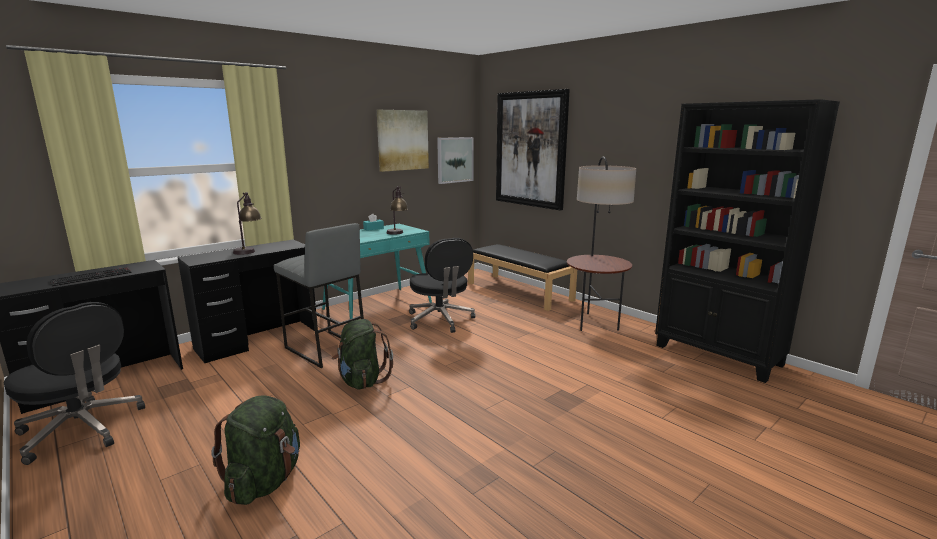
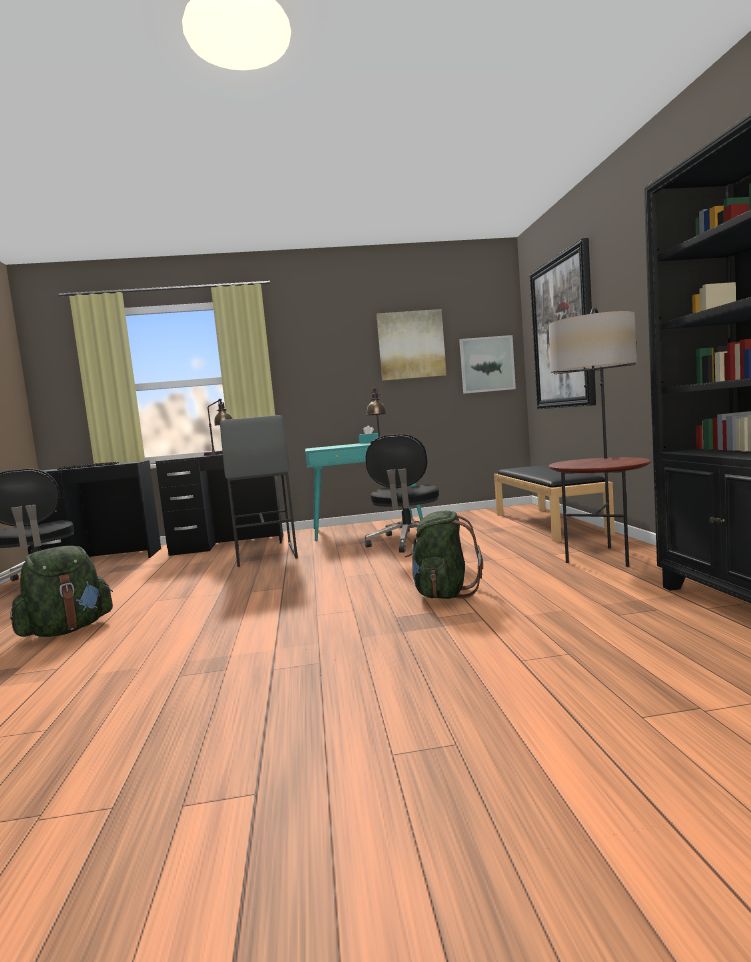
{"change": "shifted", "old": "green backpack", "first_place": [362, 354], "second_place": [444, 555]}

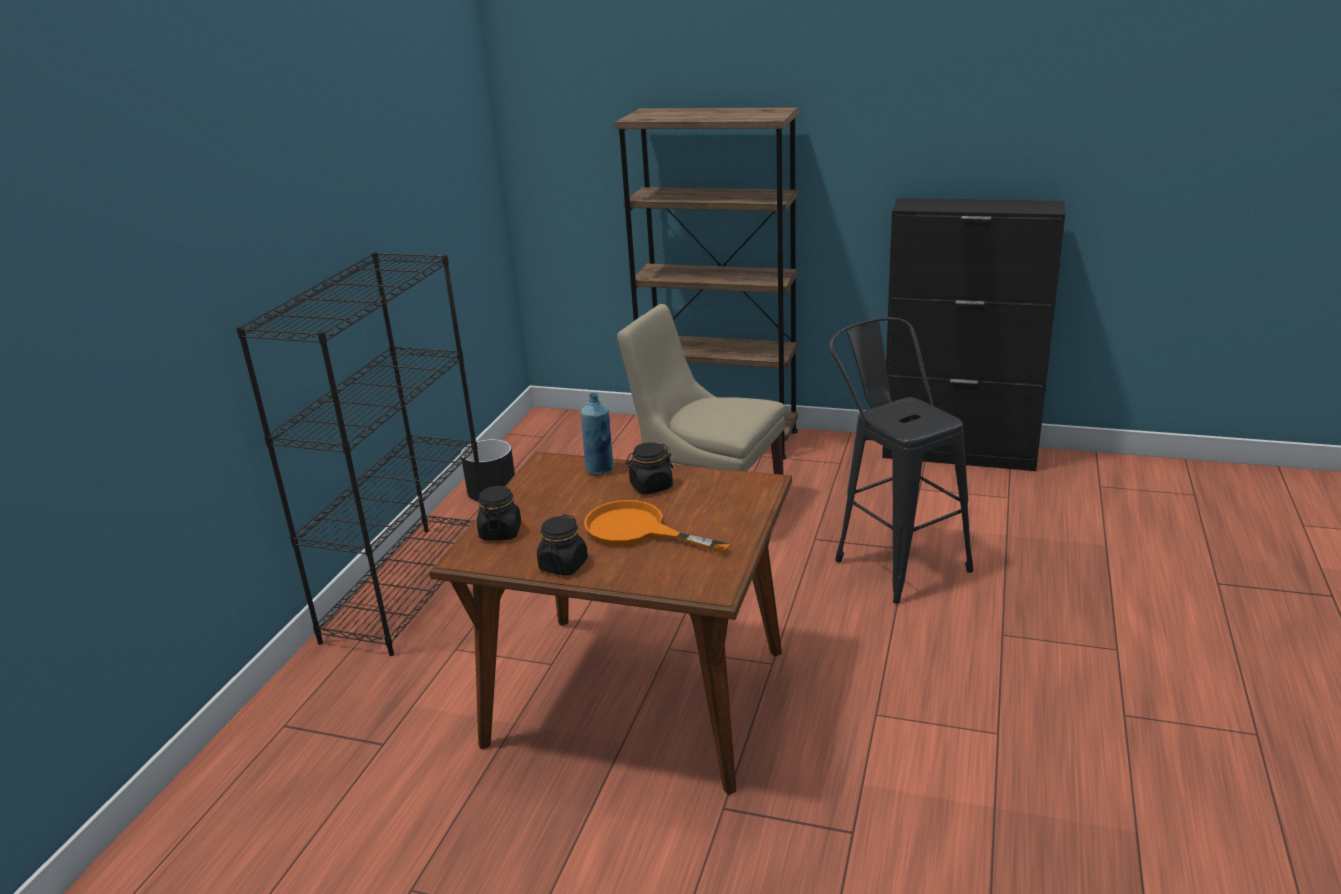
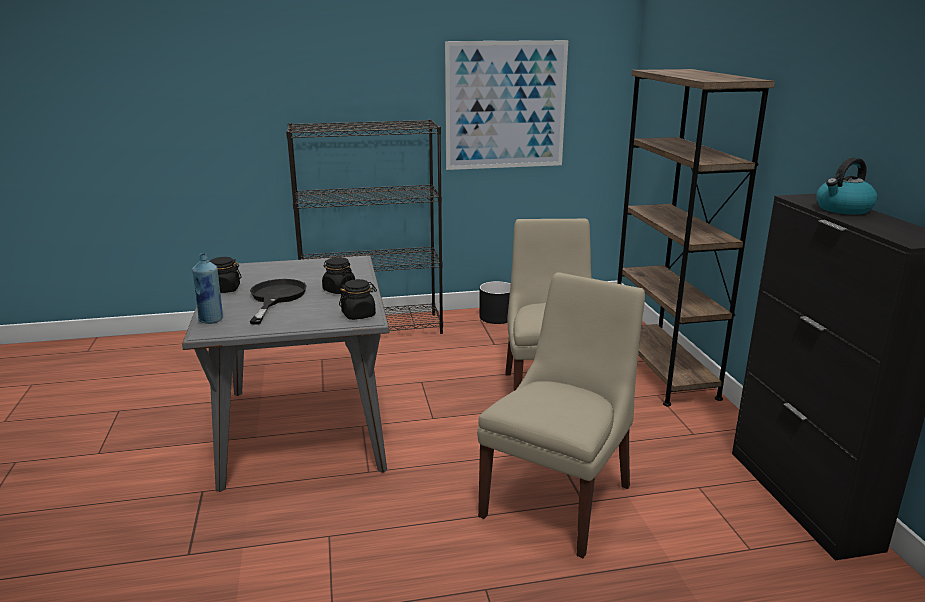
{"change": "repainted", "old": "brown dining table", "new": "grey dining table", "first_place": [610, 623], "second_place": [285, 373]}
{"change": "shifted", "old": "black jar", "first_place": [499, 513], "second_place": [358, 299]}
{"change": "shifted", "old": "blue bottle", "first_place": [597, 434], "second_place": [207, 288]}
{"change": "repainted", "old": "orange frying pan", "new": "black frying pan", "first_place": [657, 527], "second_place": [278, 302]}
{"change": "swapped", "old": "black stool", "new": "beige chair", "first_place": [901, 460], "second_place": [561, 415]}
{"change": "new", "new": "picture", "second_place": [506, 105]}
{"change": "new", "new": "kettle", "second_place": [846, 186]}

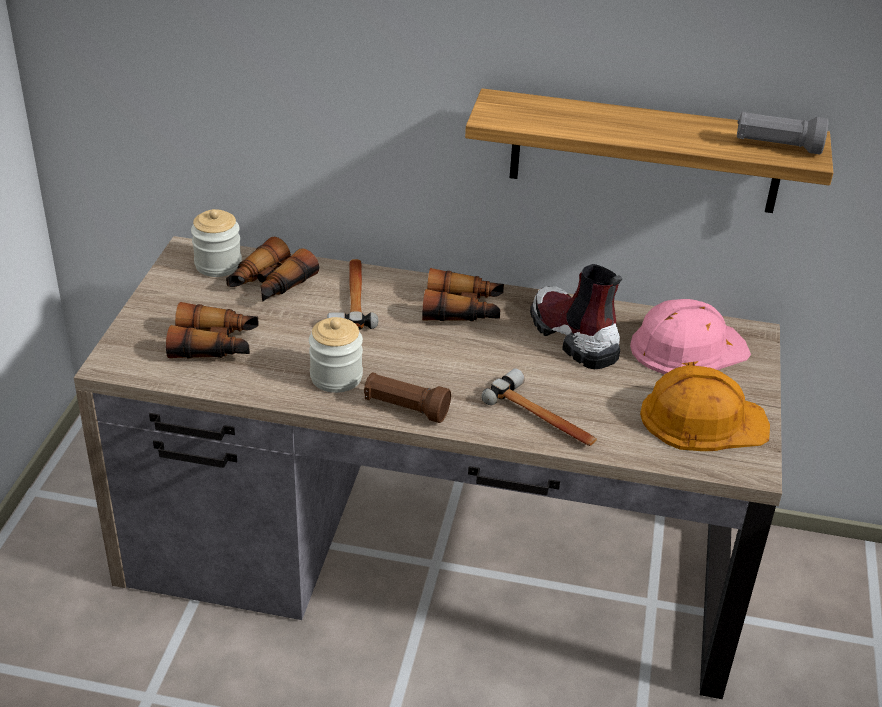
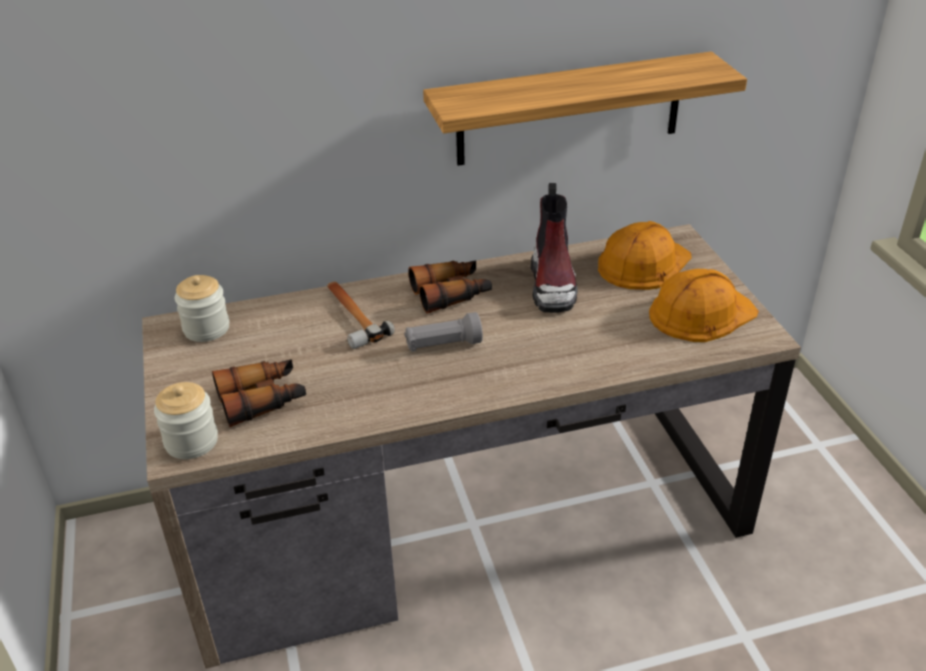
{"change": "gone", "old": "binoculars", "first_place": [272, 269]}
{"change": "shifted", "old": "jar", "first_place": [336, 355], "second_place": [186, 420]}
{"change": "gone", "old": "brown flashlight", "first_place": [407, 398]}
{"change": "gone", "old": "hammer", "first_place": [539, 407]}
{"change": "rotated", "old": "boot", "first_place": [576, 316], "second_place": [554, 248], "degrees": -120}
{"change": "repainted", "old": "pink hard hat", "new": "orange hard hat", "first_place": [690, 337], "second_place": [645, 255]}
{"change": "shifted", "old": "grey flashlight", "first_place": [783, 133], "second_place": [443, 332]}

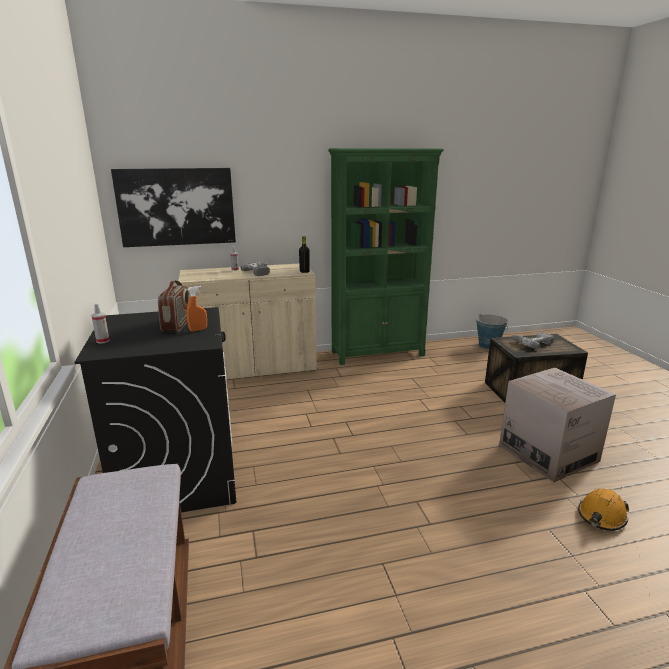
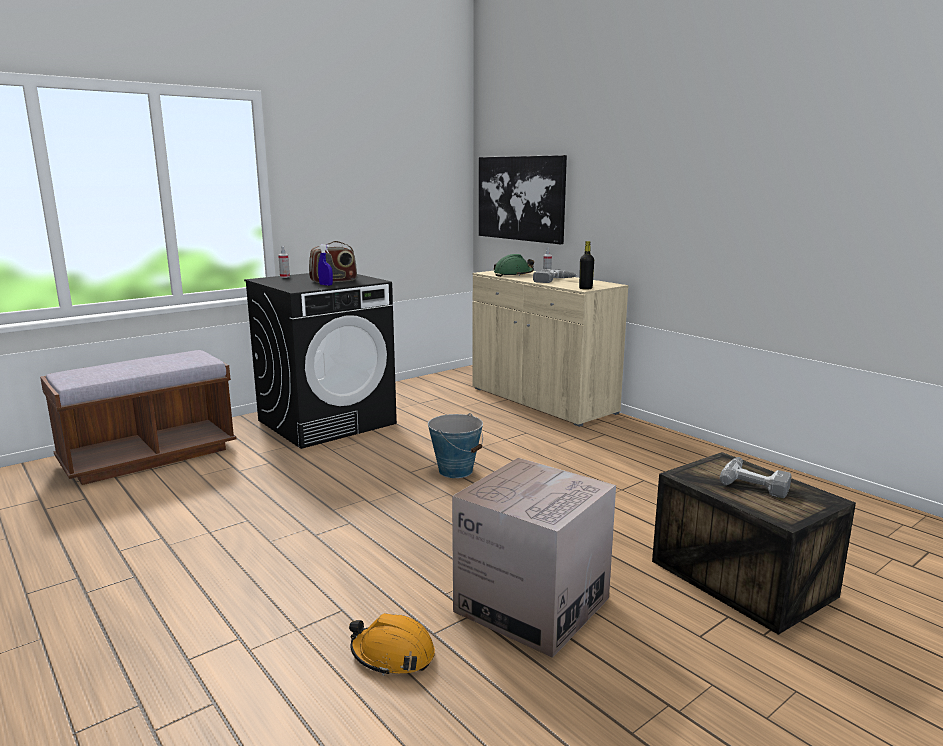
{"change": "repainted", "old": "orange spray bottle", "new": "blue spray bottle", "first_place": [196, 309], "second_place": [325, 265]}
{"change": "gone", "old": "green bookcase", "first_place": [386, 256]}
{"change": "shifted", "old": "bucket", "first_place": [492, 331], "second_place": [455, 445]}
{"change": "new", "new": "green hard hat", "second_place": [514, 265]}

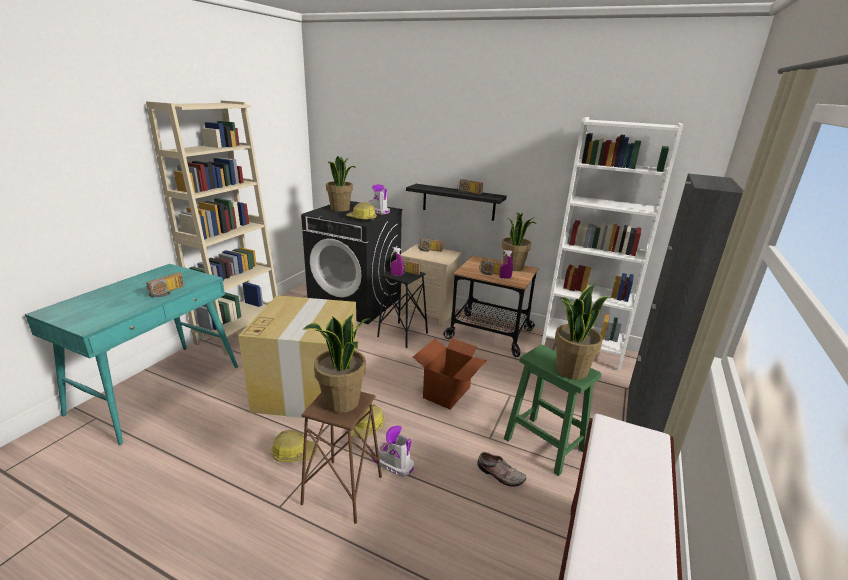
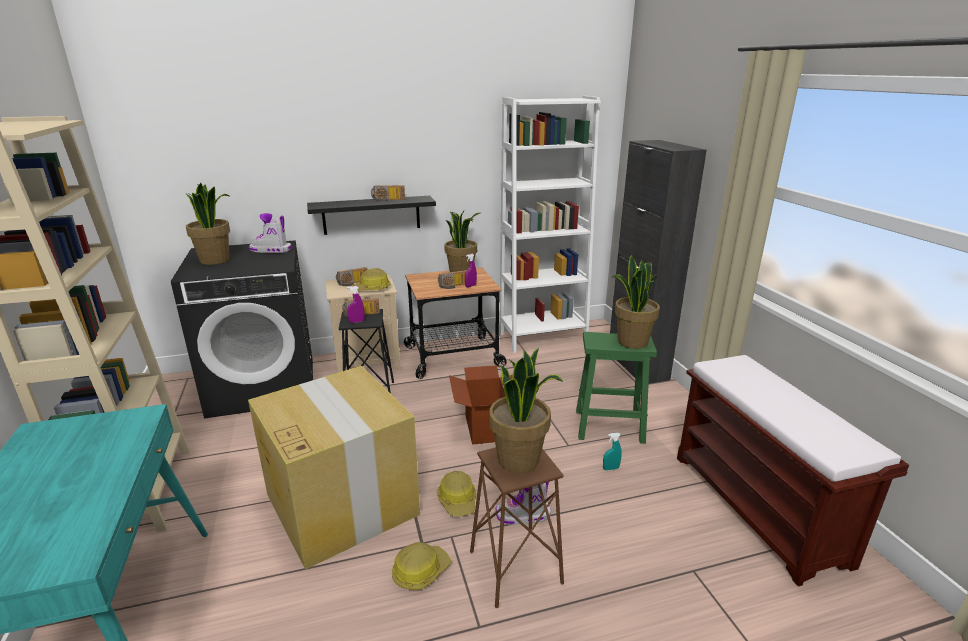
{"change": "gone", "old": "radio", "first_place": [165, 284]}
{"change": "shifted", "old": "hard hat", "first_place": [361, 211], "second_place": [371, 279]}
{"change": "swapped", "old": "shoe", "new": "turquoise spray bottle", "first_place": [501, 469], "second_place": [612, 452]}

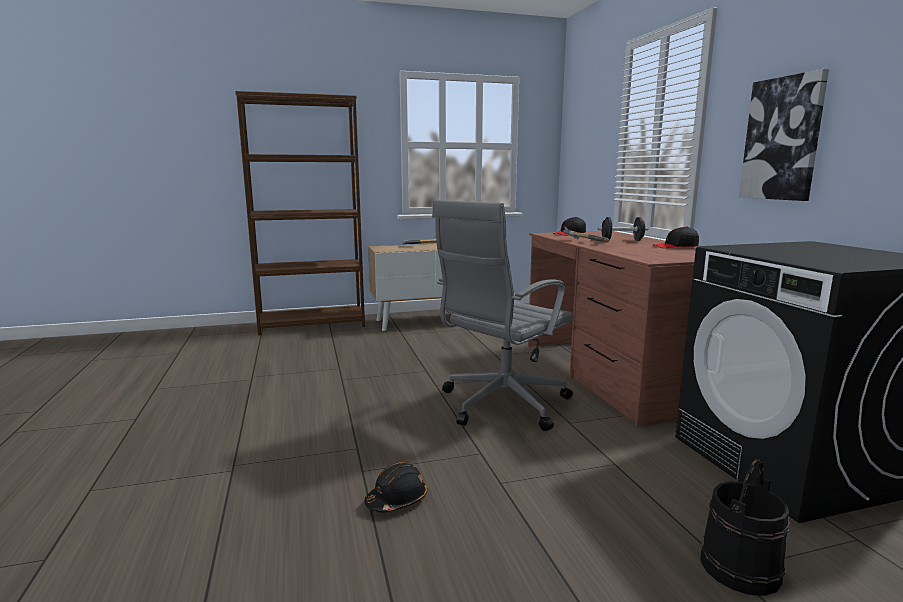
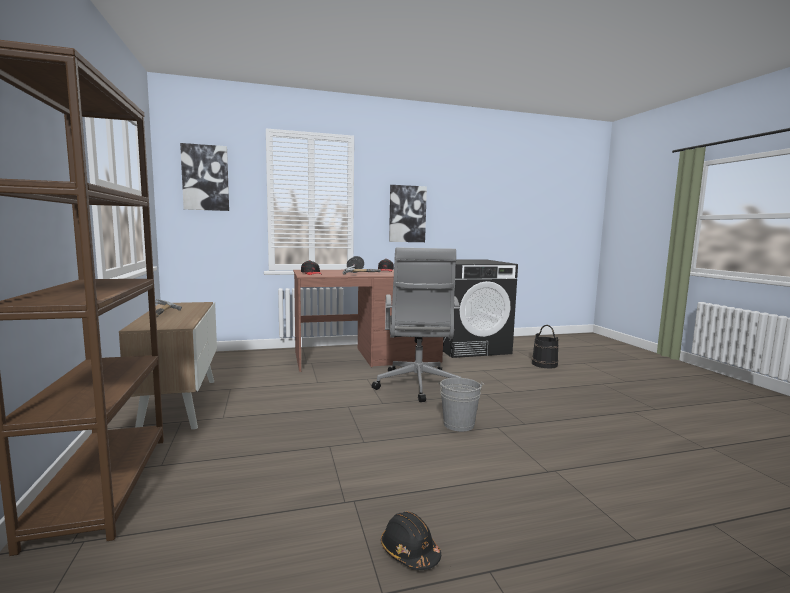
{"change": "shifted", "old": "black hard hat", "first_place": [396, 487], "second_place": [411, 540]}
{"change": "rotated", "old": "grey office chair", "first_place": [503, 315], "second_place": [416, 324], "degrees": 45}
{"change": "new", "new": "picture", "second_place": [204, 177]}
{"change": "new", "new": "grey bucket", "second_place": [461, 405]}

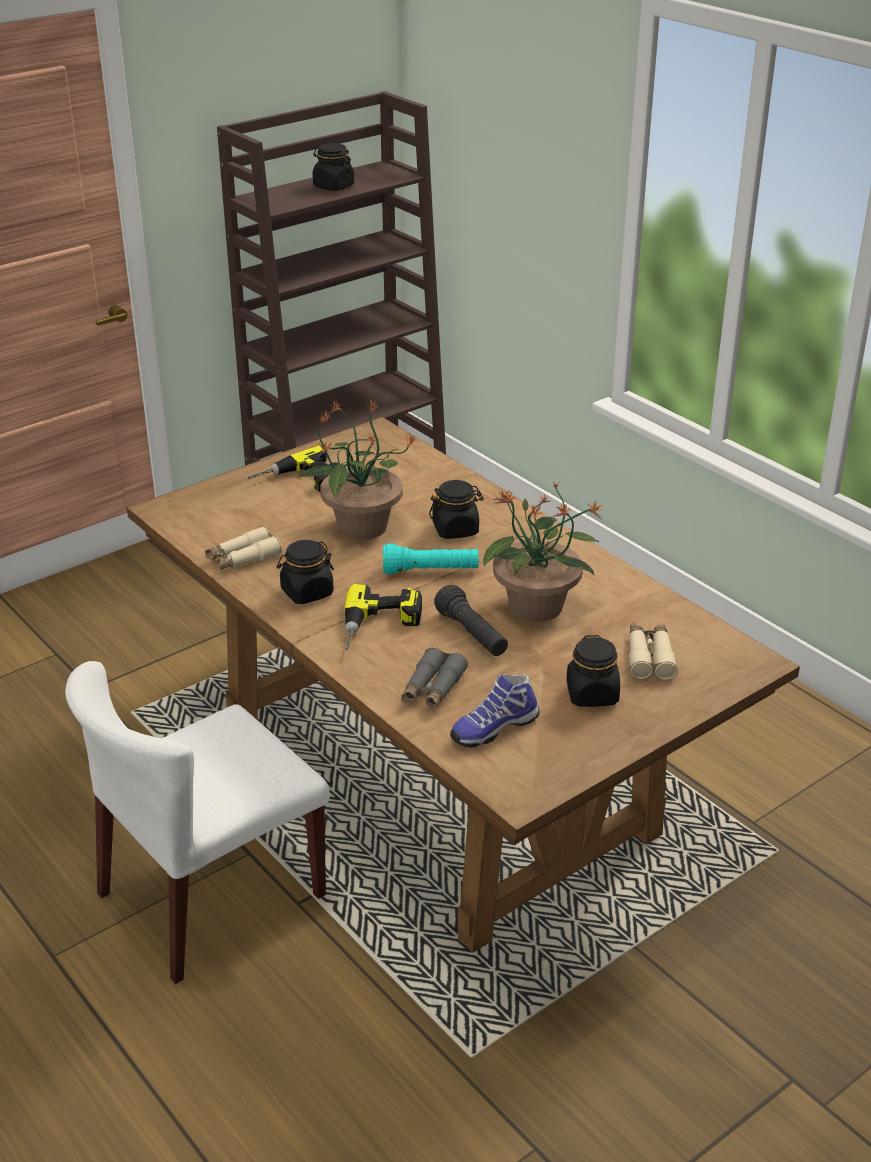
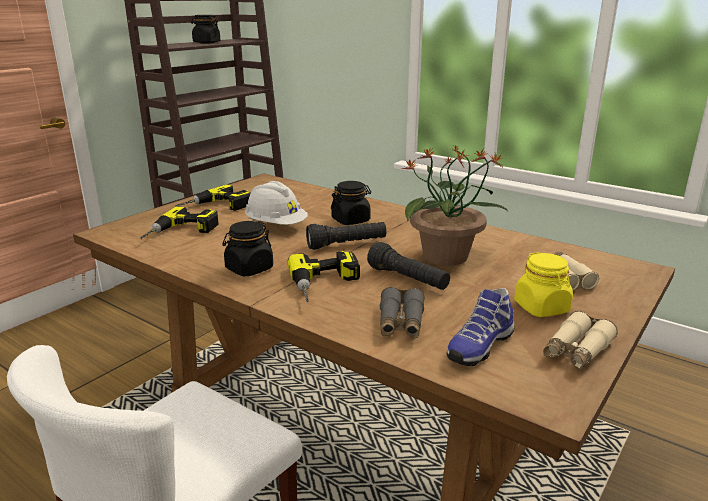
{"change": "shifted", "old": "beige binoculars", "first_place": [243, 549], "second_place": [580, 340]}
{"change": "swapped", "old": "potted plant", "new": "white hard hat", "first_place": [357, 469], "second_place": [276, 203]}
{"change": "repainted", "old": "turquoise flashlight", "new": "black flashlight", "first_place": [431, 559], "second_place": [346, 236]}
{"change": "repainted", "old": "black jar", "new": "yellow jar", "first_place": [593, 671], "second_place": [543, 284]}
{"change": "new", "new": "power drill", "second_place": [179, 222]}

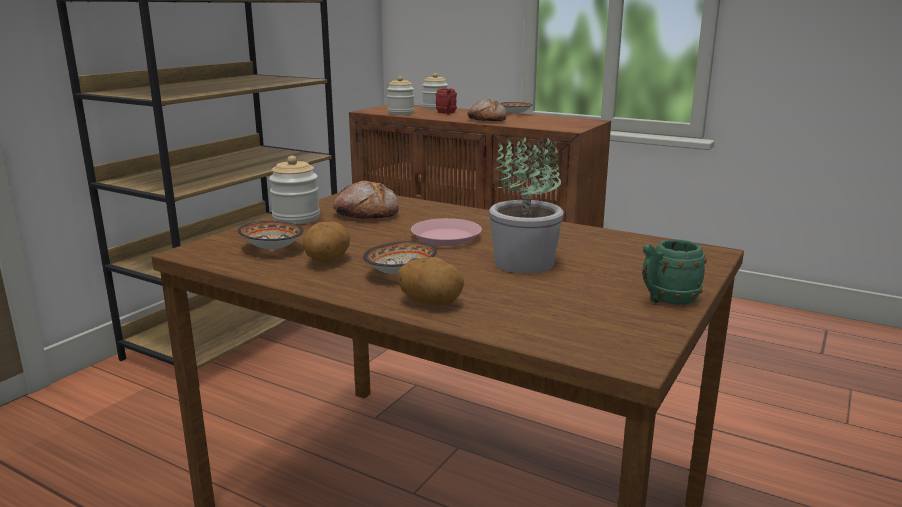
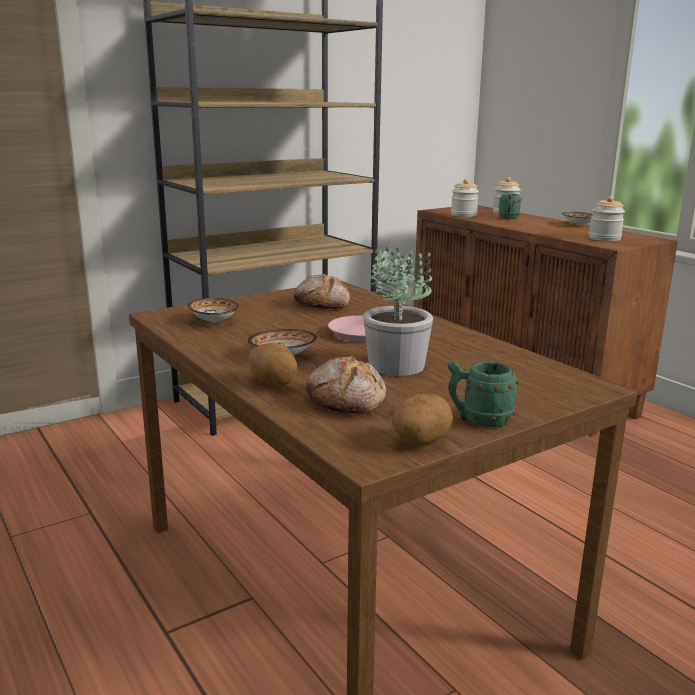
{"change": "shifted", "old": "jar", "first_place": [294, 190], "second_place": [607, 218]}
{"change": "shifted", "old": "potato", "first_place": [326, 242], "second_place": [422, 420]}
{"change": "repainted", "old": "red mug", "new": "green mug", "first_place": [446, 101], "second_place": [510, 206]}
{"change": "shifted", "old": "bread", "first_place": [487, 110], "second_place": [346, 385]}

